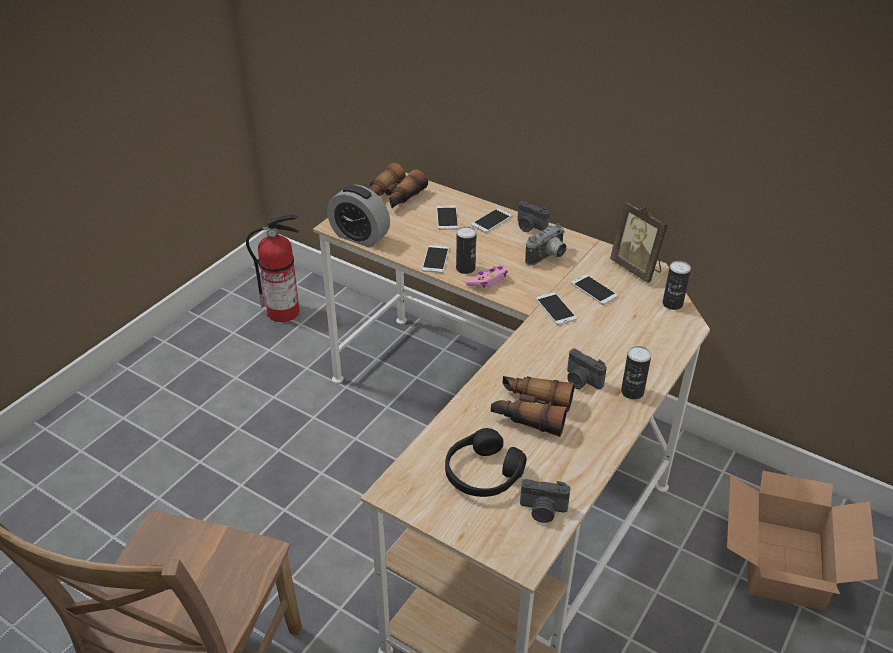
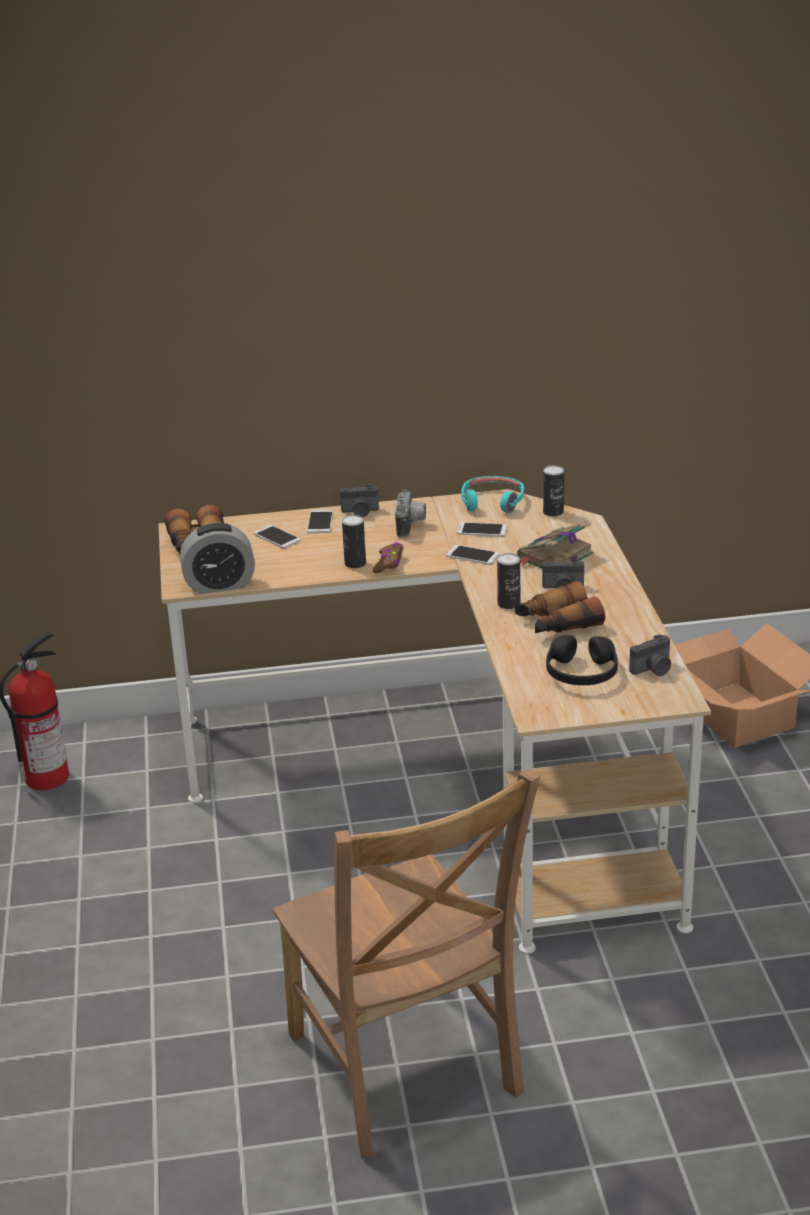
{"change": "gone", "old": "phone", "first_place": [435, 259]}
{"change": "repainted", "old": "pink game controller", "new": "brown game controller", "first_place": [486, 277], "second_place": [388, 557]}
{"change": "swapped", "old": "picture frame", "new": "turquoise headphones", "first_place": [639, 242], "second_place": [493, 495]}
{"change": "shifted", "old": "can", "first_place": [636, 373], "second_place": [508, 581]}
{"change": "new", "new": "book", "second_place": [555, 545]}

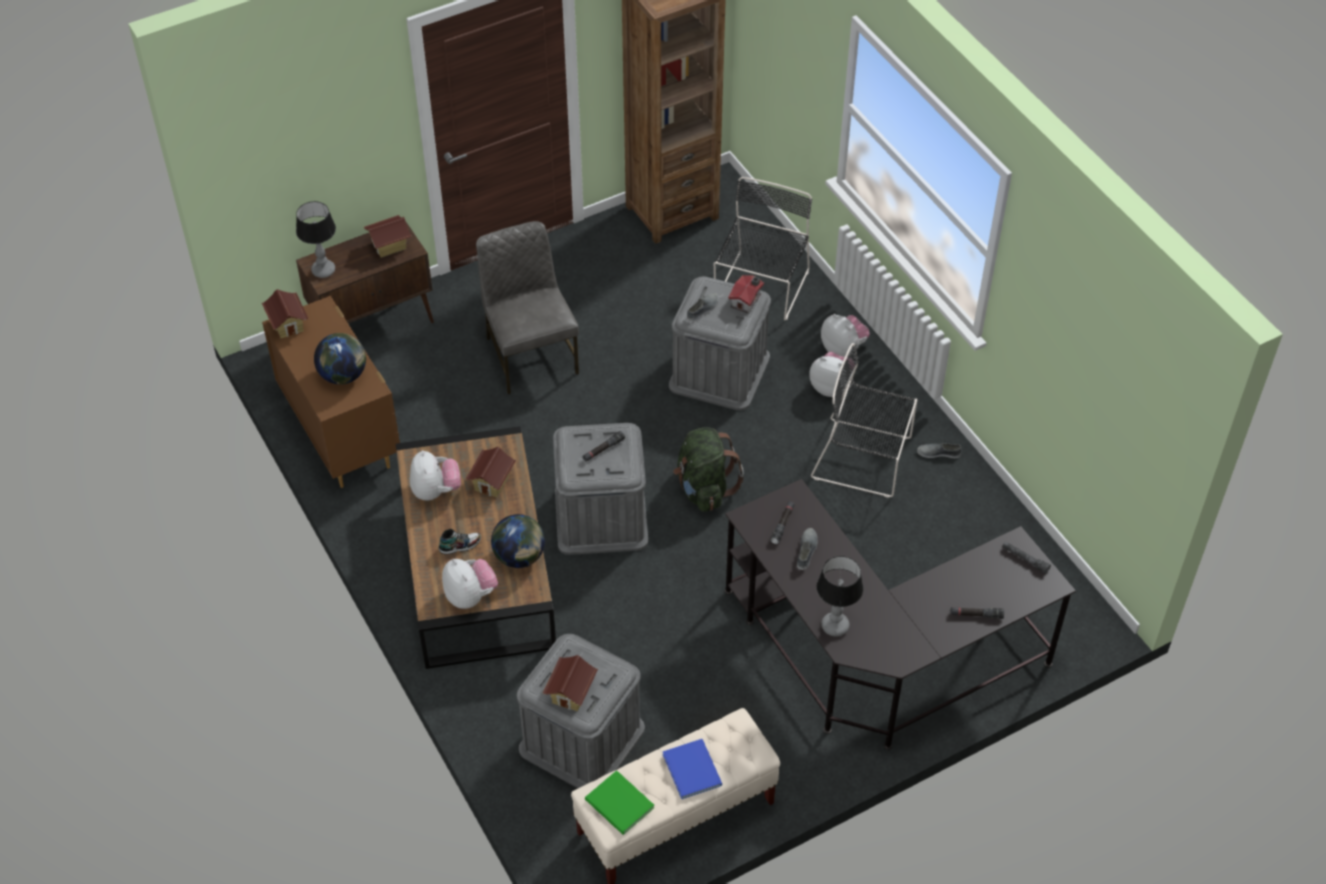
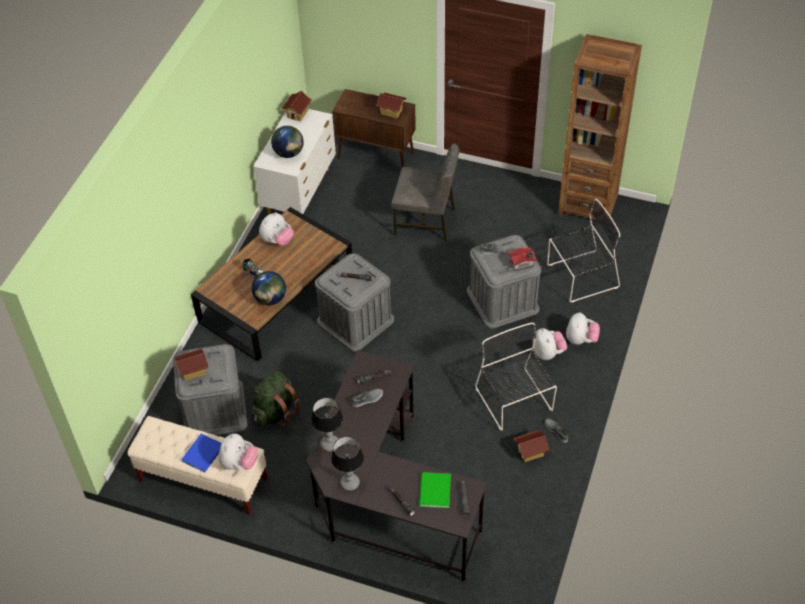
{"change": "repainted", "old": "brown dresser", "new": "white dresser", "first_place": [331, 392], "second_place": [294, 161]}
{"change": "shifted", "old": "table lamp", "first_place": [316, 239], "second_place": [347, 463]}
{"change": "shifted", "old": "plush toy", "first_place": [470, 584], "second_place": [238, 452]}
{"change": "shifted", "old": "toy house", "first_place": [491, 472], "second_place": [531, 446]}
{"change": "rotated", "old": "grey chair", "first_place": [527, 308], "second_place": [425, 192], "degrees": 75}
{"change": "shifted", "old": "green book", "first_place": [620, 802], "second_place": [435, 490]}
{"change": "shifted", "old": "green backpack", "first_place": [708, 469], "second_place": [276, 399]}

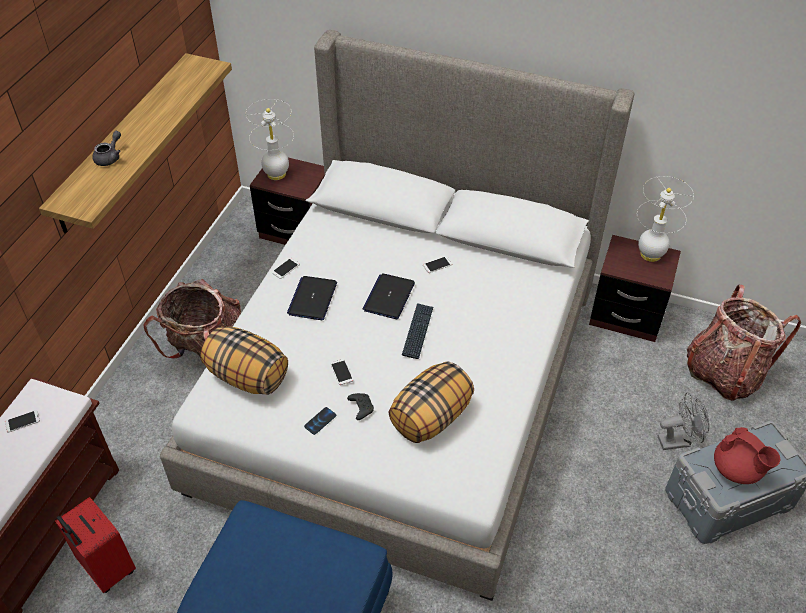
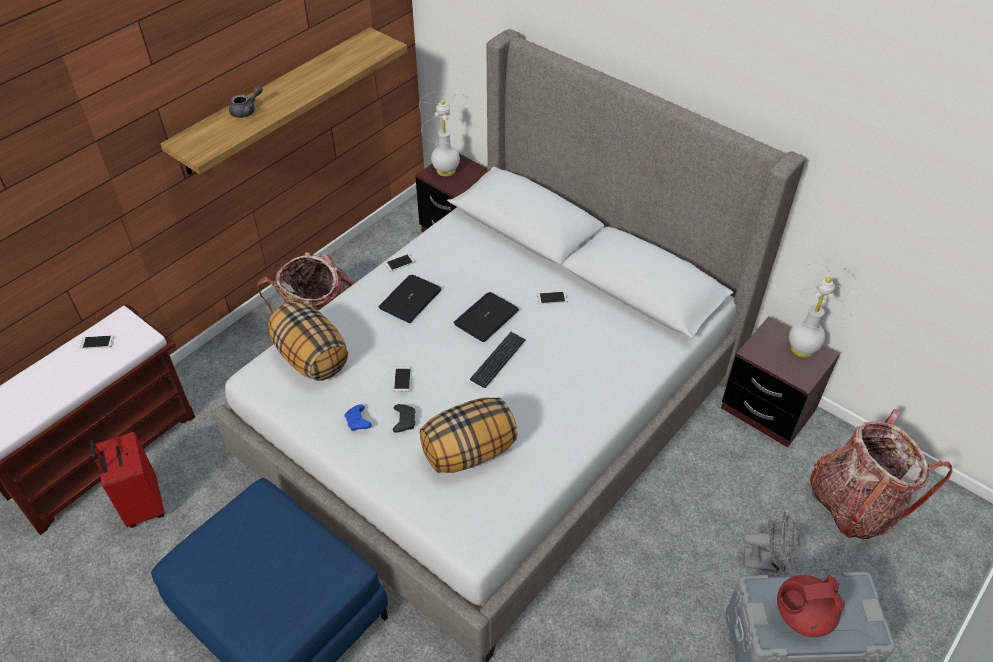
{"change": "swapped", "old": "phone", "new": "blue game controller", "first_place": [320, 421], "second_place": [358, 417]}
{"change": "rotated", "old": "red teapot", "first_place": [747, 455], "second_place": [811, 606], "degrees": 105}

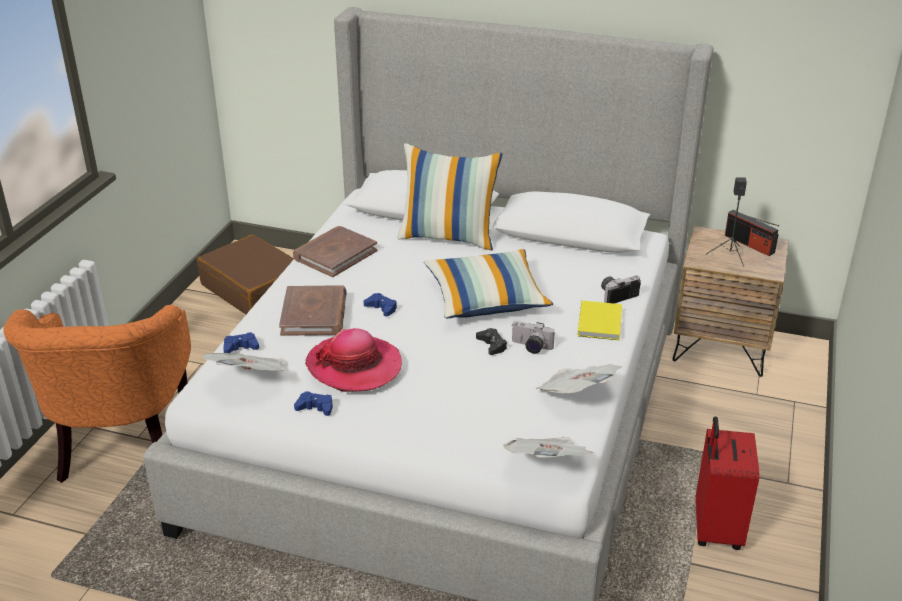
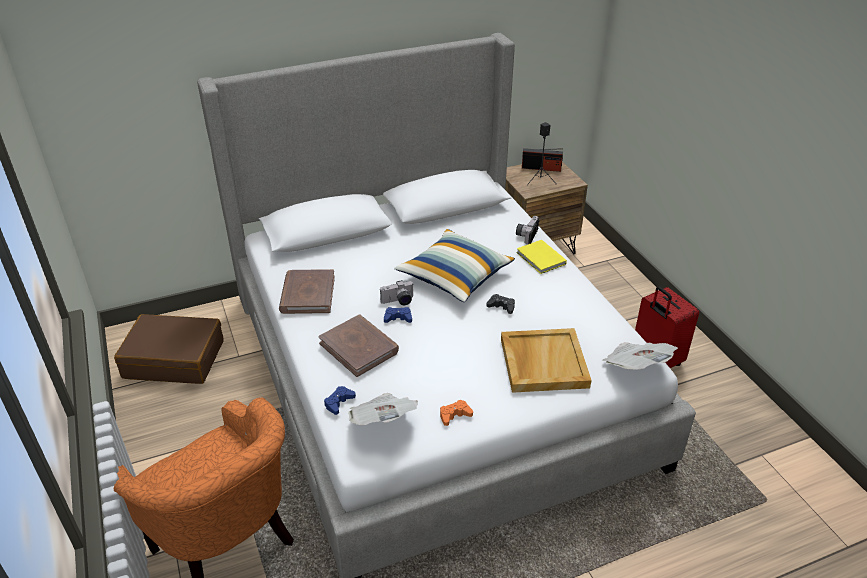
{"change": "repainted", "old": "blue game controller", "new": "orange game controller", "first_place": [313, 403], "second_place": [456, 413]}
{"change": "gone", "old": "hat", "first_place": [353, 360]}
{"change": "gone", "old": "pillow", "first_place": [450, 197]}
{"change": "shifted", "old": "photo camera", "first_place": [533, 337], "second_place": [396, 292]}
{"change": "gone", "old": "newspaper", "first_place": [579, 378]}
{"change": "new", "new": "beige tray", "second_place": [546, 360]}

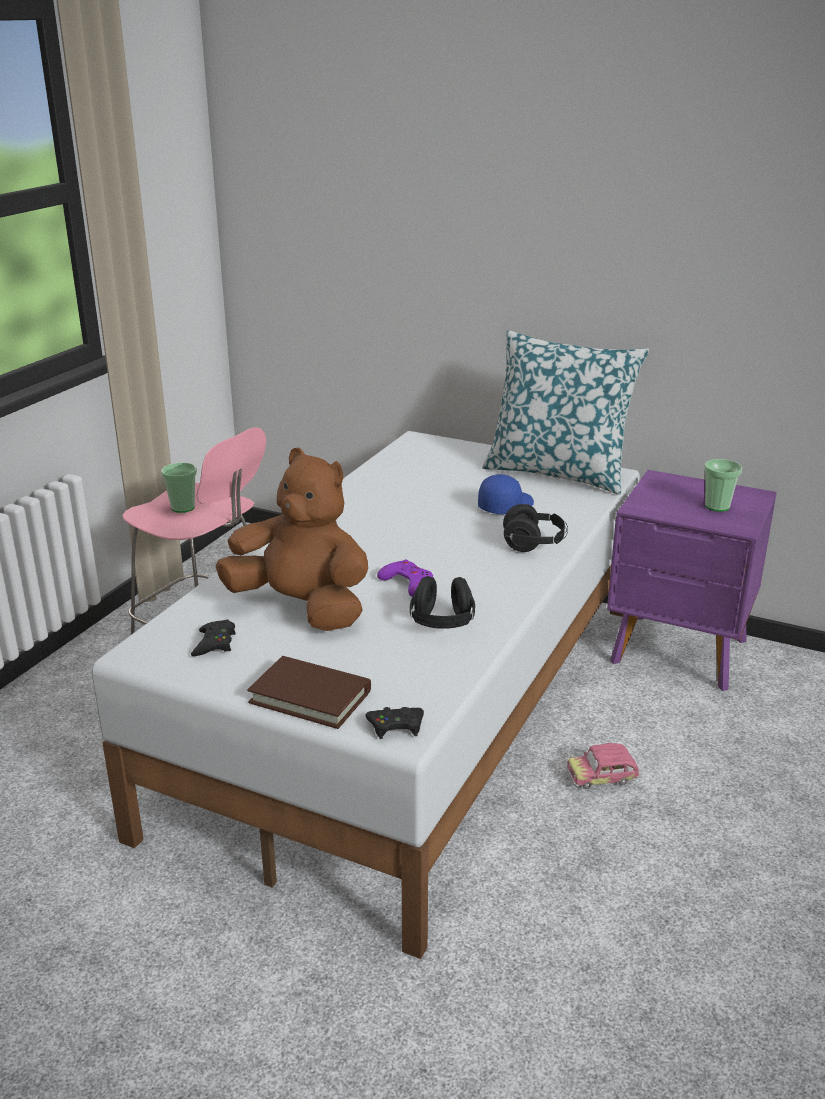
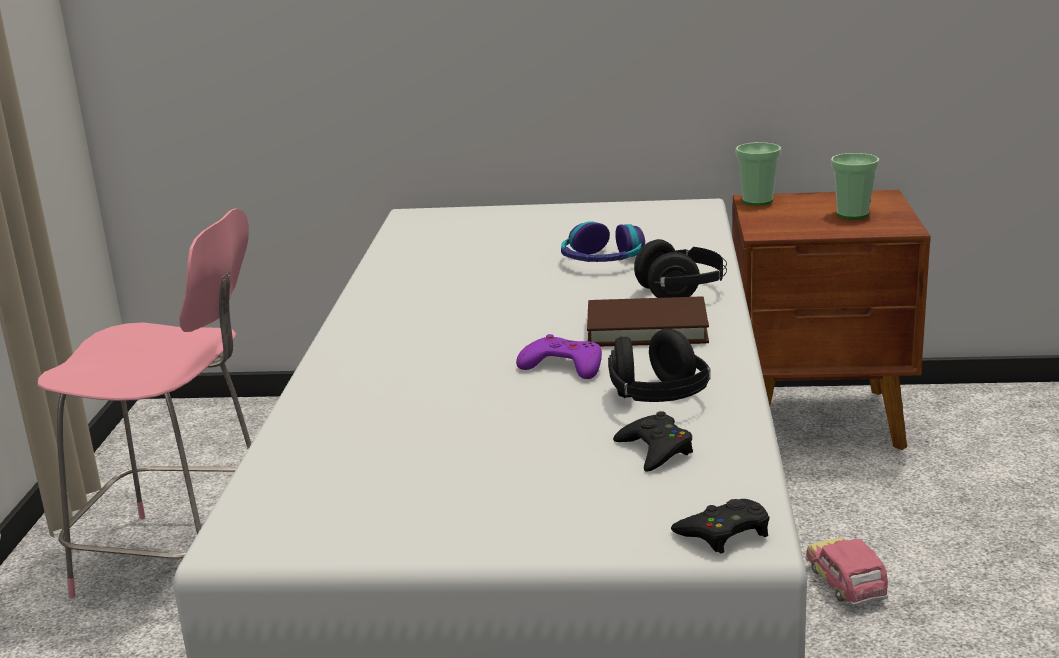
{"change": "shifted", "old": "cup", "first_place": [179, 488], "second_place": [758, 173]}
{"change": "shifted", "old": "black game controller", "first_place": [213, 637], "second_place": [653, 441]}
{"change": "gone", "old": "brown plush toy", "first_place": [292, 539]}
{"change": "shifted", "old": "brown book", "first_place": [309, 692], "second_place": [648, 321]}
{"change": "swapped", "old": "blue cap", "new": "headphones", "first_place": [506, 494], "second_place": [603, 242]}
{"change": "gone", "old": "pillow", "first_place": [565, 412]}
{"change": "rotated", "old": "toy car", "first_place": [603, 766], "second_place": [847, 572], "degrees": 105}
{"change": "repainted", "old": "purple nightstand", "new": "brown nightstand", "first_place": [692, 580], "second_place": [831, 320]}

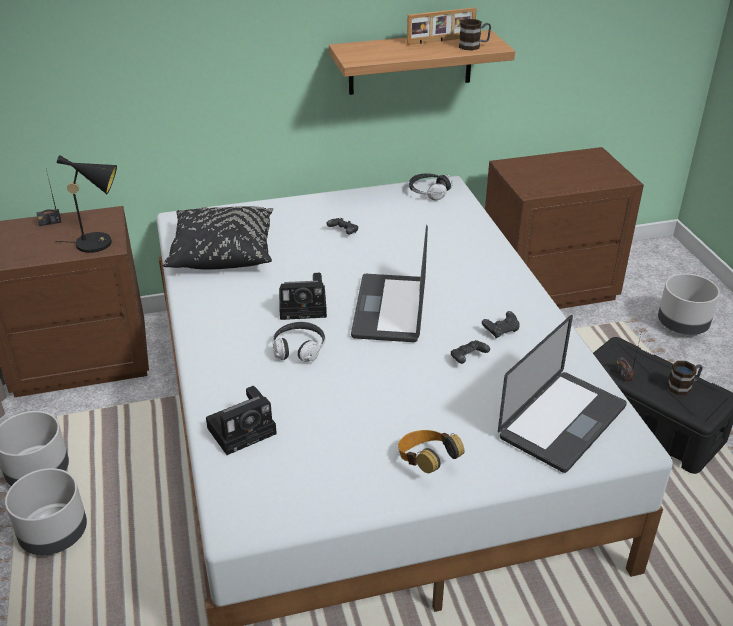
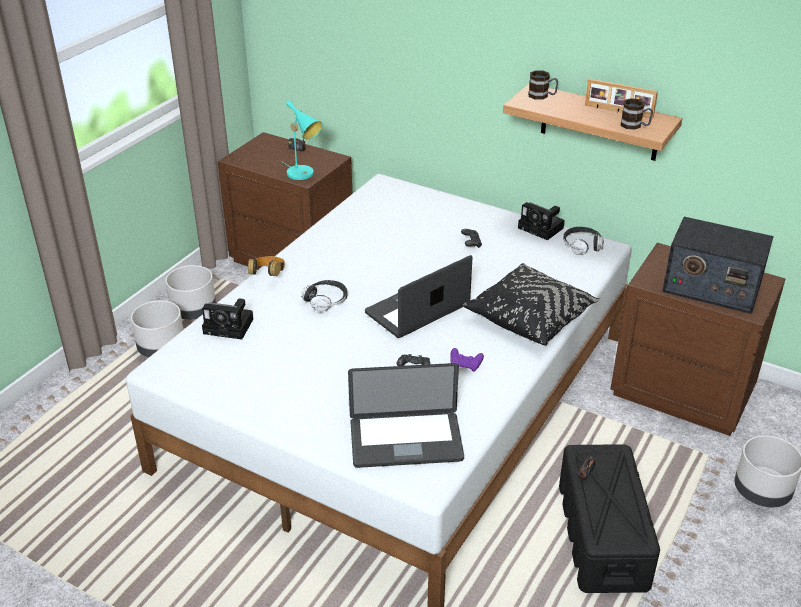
{"change": "repainted", "old": "black table lamp", "new": "turquoise table lamp", "first_place": [86, 204], "second_place": [303, 140]}
{"change": "shifted", "old": "black pillow", "first_place": [218, 238], "second_place": [531, 304]}
{"change": "shifted", "old": "photo camera", "first_place": [303, 296], "second_place": [541, 221]}
{"change": "shifted", "old": "headphones", "first_place": [431, 451], "second_place": [266, 266]}
{"change": "repainted", "old": "black game controller", "new": "purple game controller", "first_place": [501, 325], "second_place": [467, 360]}
{"change": "shifted", "old": "mug", "first_place": [685, 378], "second_place": [543, 84]}
{"change": "new", "new": "radio", "second_place": [718, 265]}

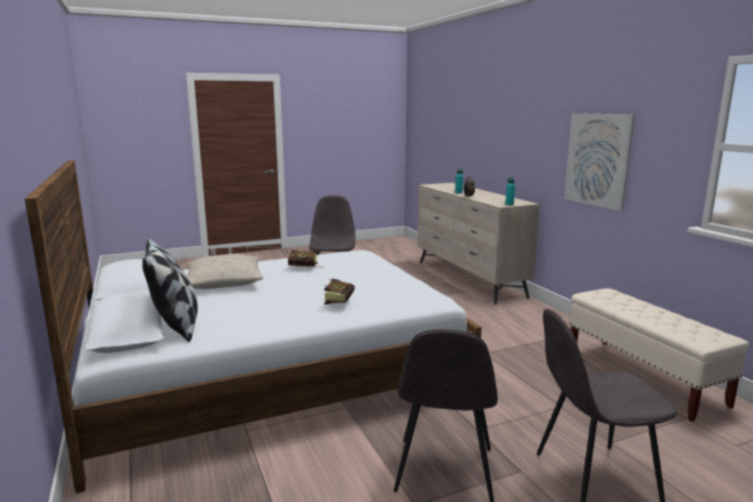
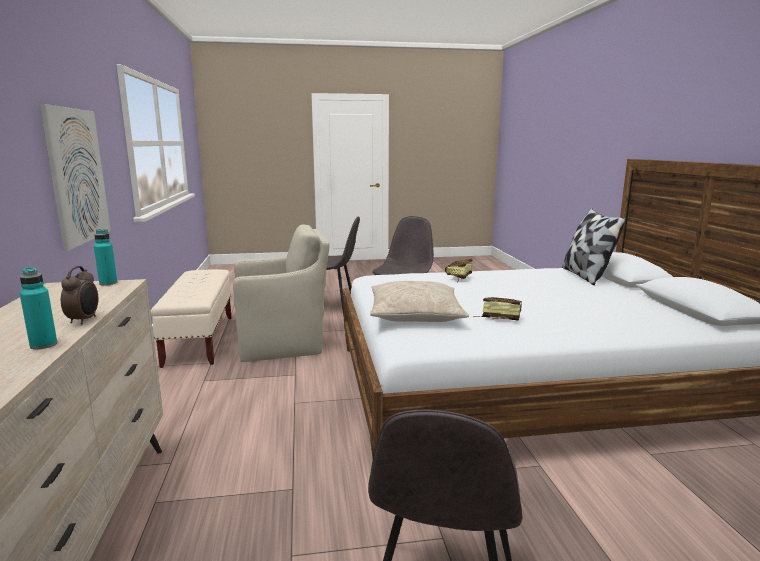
{"change": "shifted", "old": "beige pillow", "first_place": [225, 271], "second_place": [419, 301]}
{"change": "new", "new": "beige armchair", "second_place": [281, 293]}

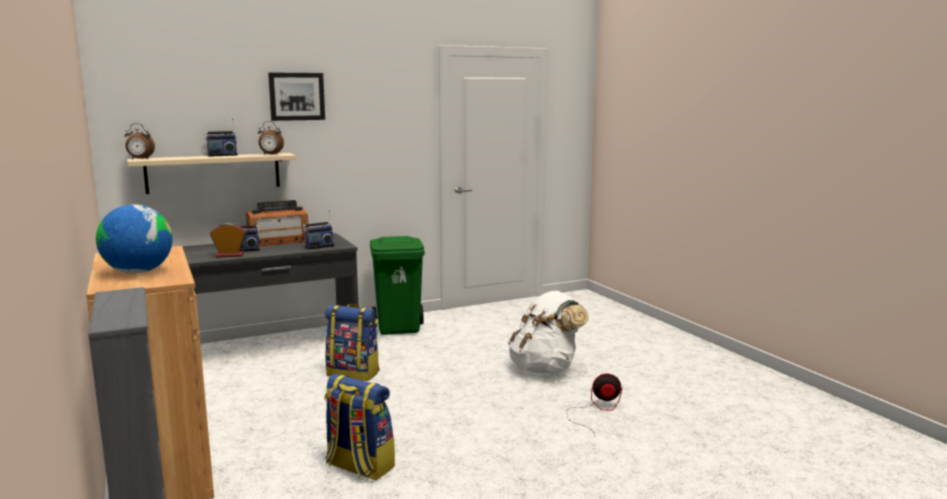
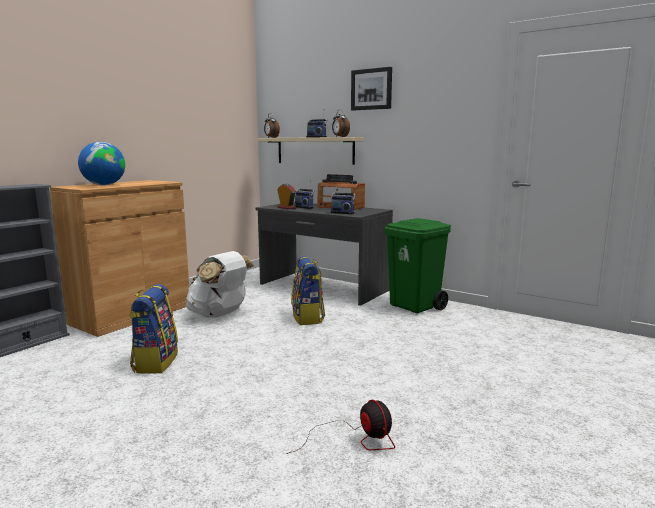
{"change": "shifted", "old": "white backpack", "first_place": [548, 332], "second_place": [220, 284]}

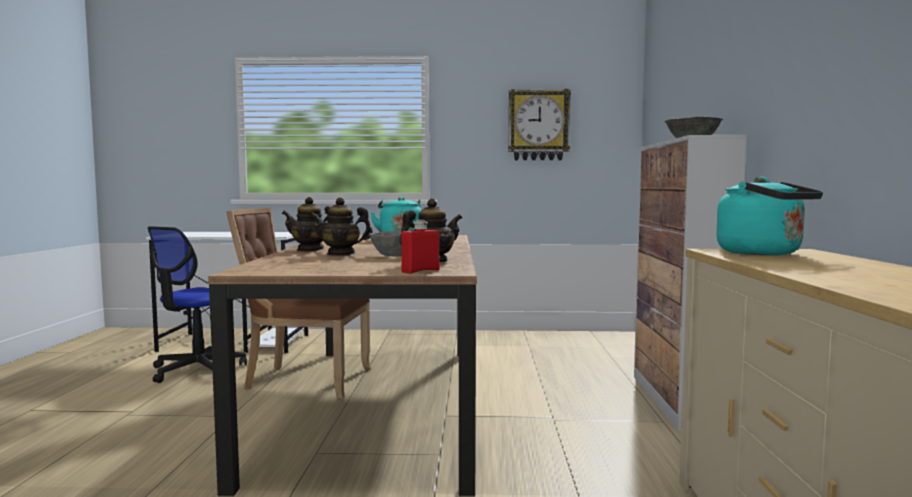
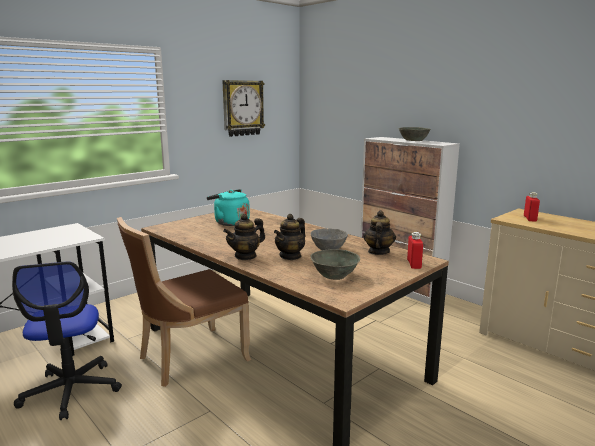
{"change": "swapped", "old": "turquoise kettle", "new": "red bottle", "first_place": [769, 216], "second_place": [532, 207]}
{"change": "new", "new": "grey bowl", "second_place": [335, 264]}

